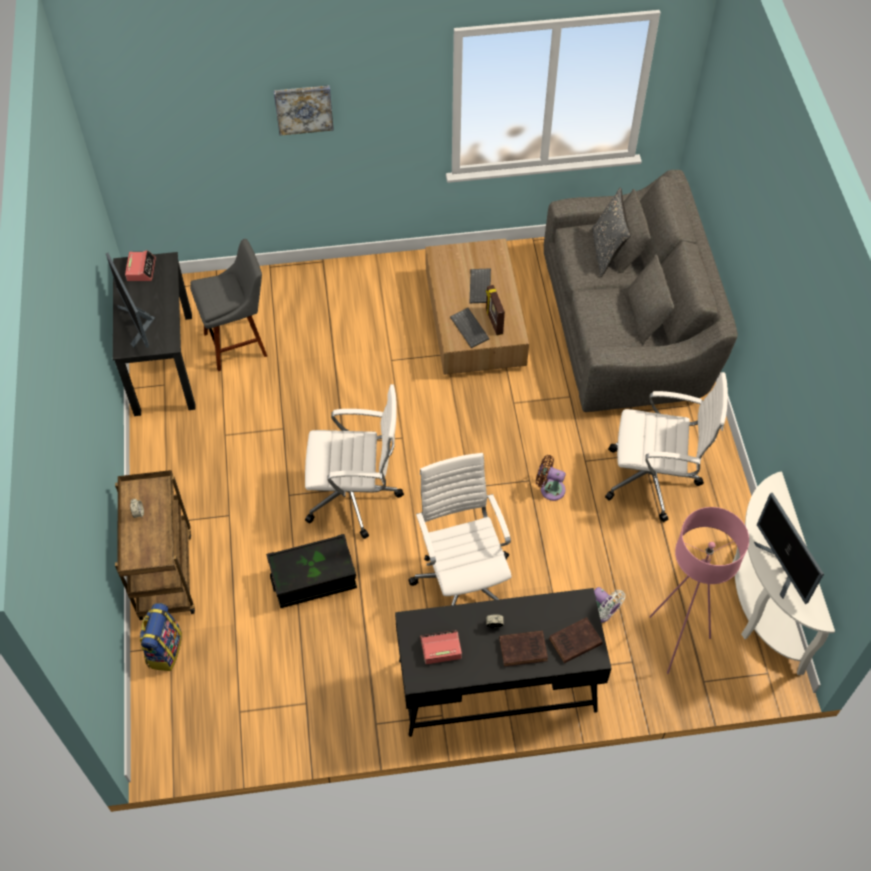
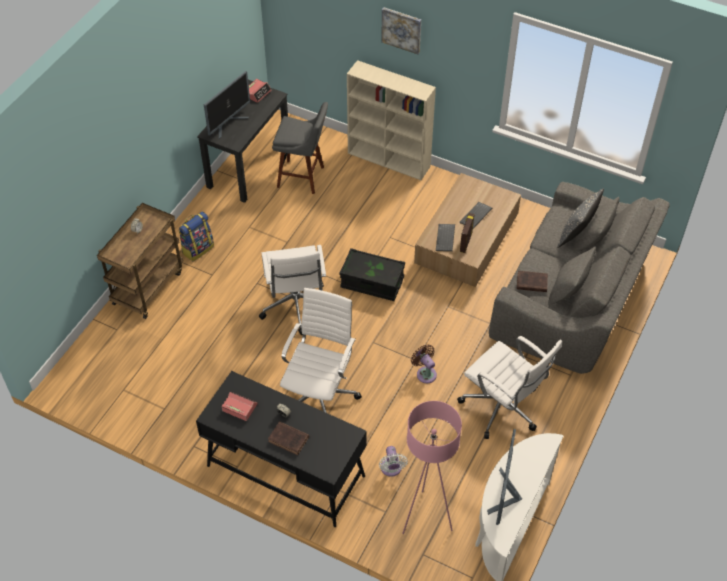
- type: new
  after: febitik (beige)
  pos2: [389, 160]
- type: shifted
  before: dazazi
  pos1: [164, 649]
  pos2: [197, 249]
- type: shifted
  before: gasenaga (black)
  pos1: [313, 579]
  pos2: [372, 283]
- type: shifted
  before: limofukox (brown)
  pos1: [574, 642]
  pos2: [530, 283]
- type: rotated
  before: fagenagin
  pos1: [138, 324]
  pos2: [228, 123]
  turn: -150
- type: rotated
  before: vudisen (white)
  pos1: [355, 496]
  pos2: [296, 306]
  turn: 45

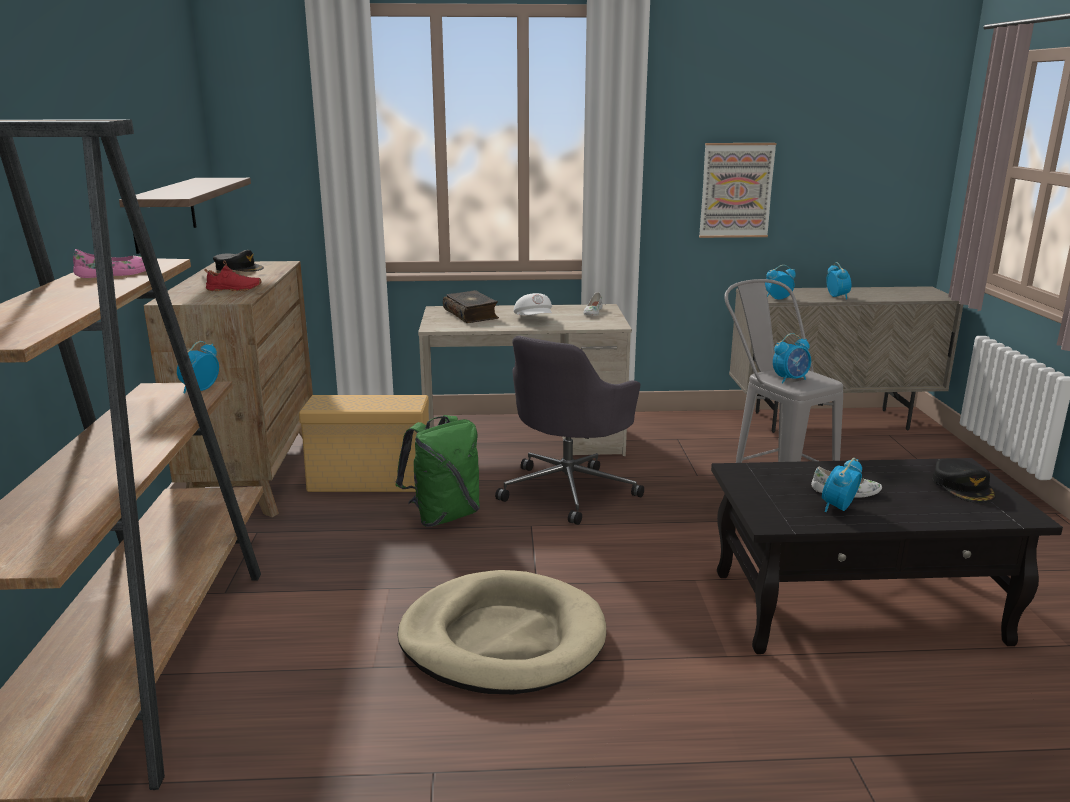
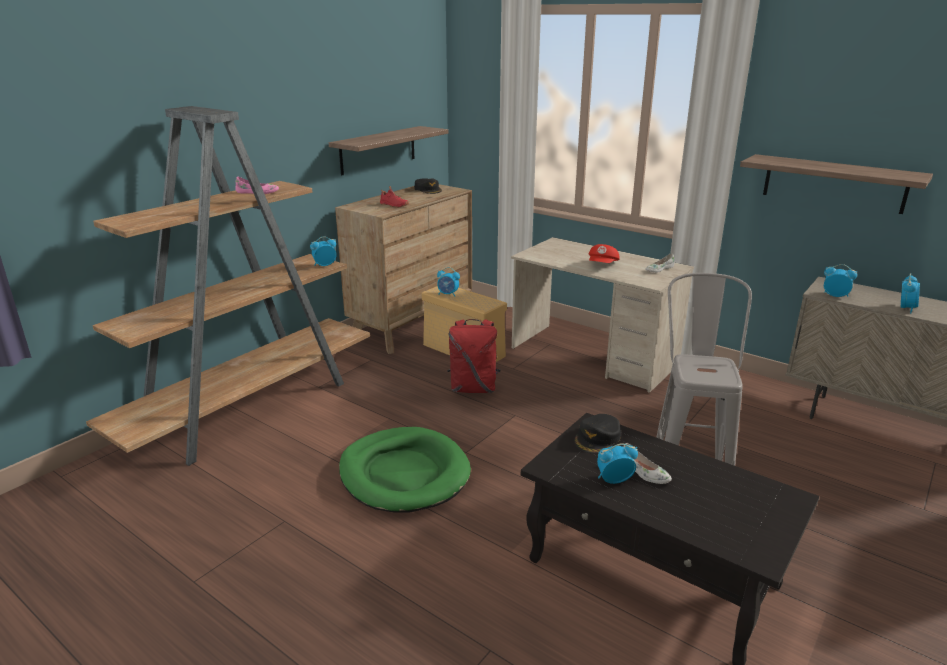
- type: gone
  before: limofukox
  pos1: [471, 314]
- type: gone
  before: vudisen (grey)
  pos1: [569, 490]
- type: shifted
  before: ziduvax
  pos1: [790, 379]
  pos2: [448, 294]
- type: shifted
  before: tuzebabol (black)
  pos1: [963, 487]
  pos2: [597, 438]
- type: swapped
  before: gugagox
  after: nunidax
  pos1: [736, 190]
  pos2: [833, 183]
- type: repainted
  before: dazazi (green)
  after: dazazi (red)
  pos1: [443, 516]
  pos2: [473, 388]
- type: repainted
  before: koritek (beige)
  after: koritek (green)
  pos1: [502, 638]
  pos2: [404, 474]
- type: repainted
  before: tuzebabol (white)
  after: tuzebabol (red)
  pos1: [534, 320]
  pos2: [603, 265]

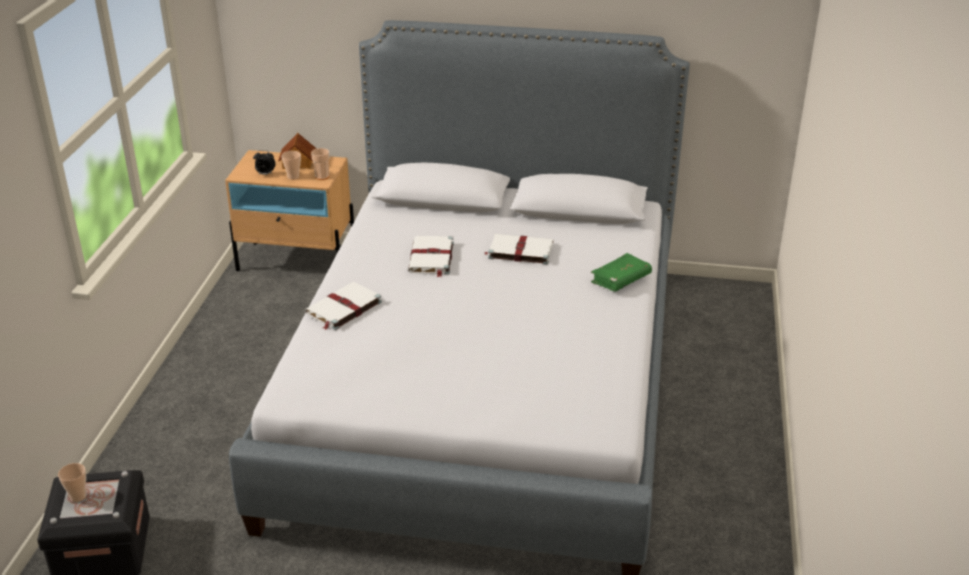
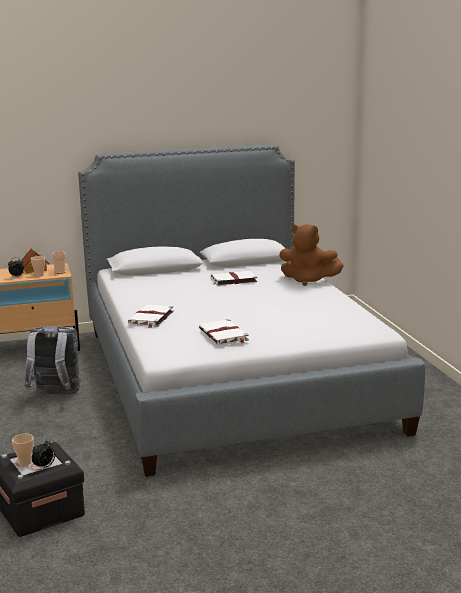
- type: new
  after: dazazi (grey)
  pos2: [56, 395]
- type: new
  after: ziduvax
  pos2: [44, 467]
- type: shifted
  before: limofukox (white)
  pos1: [431, 258]
  pos2: [224, 335]
- type: swapped
  before: limofukox (green)
  after: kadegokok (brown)
  pos1: [620, 280]
  pos2: [308, 280]

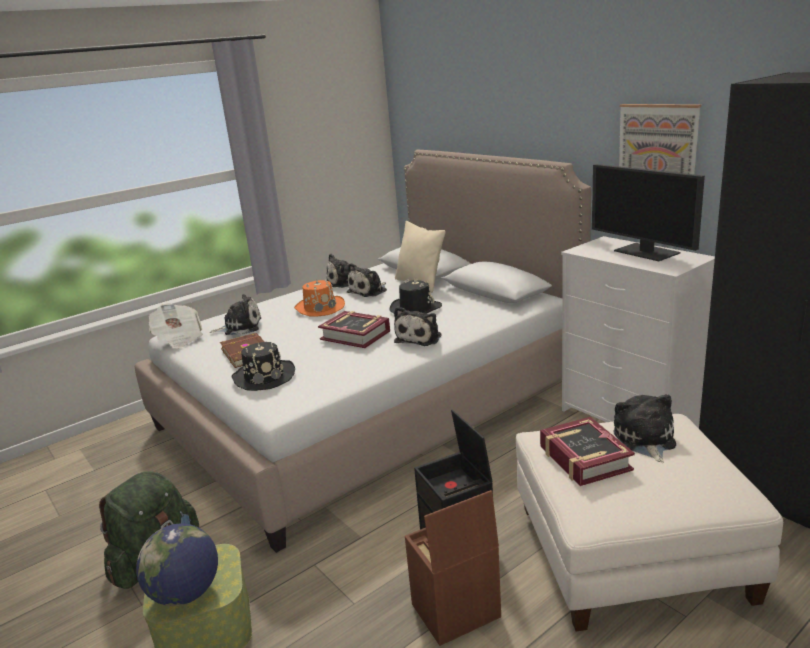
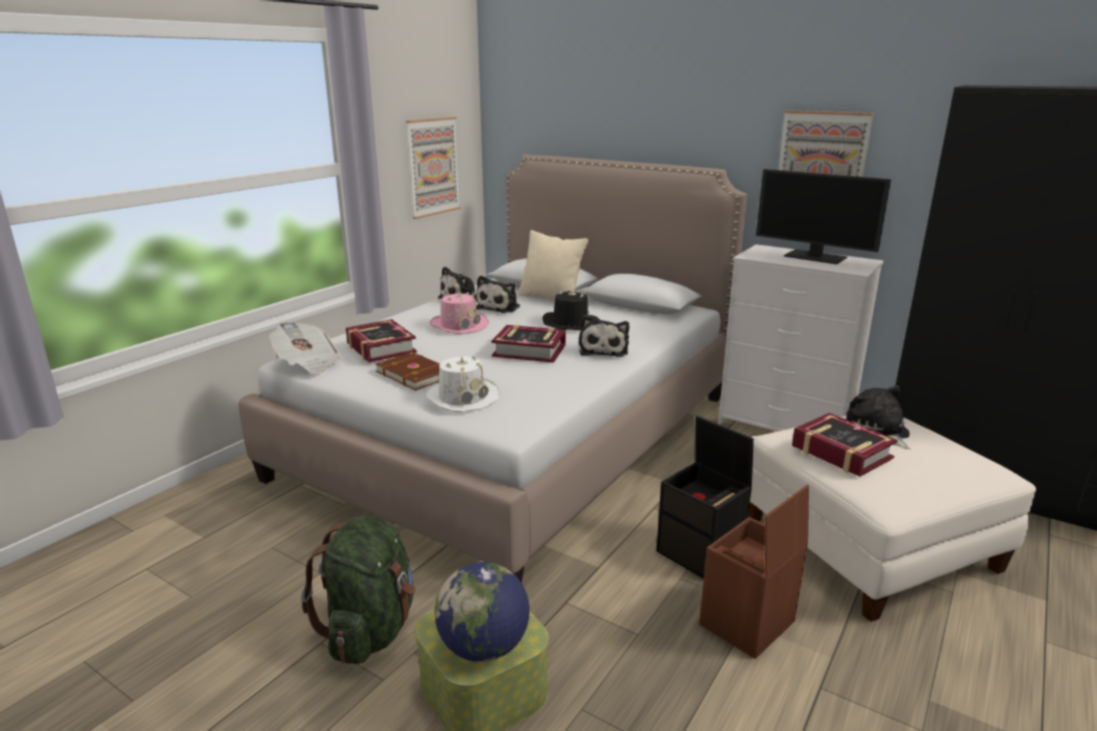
- type: new
  after: gugagox
  pos2: [433, 167]
- type: swapped
  before: kadegokok
  after: limofukox
  pos1: [240, 327]
  pos2: [380, 348]
- type: repainted
  before: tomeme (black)
  after: tomeme (white)
  pos1: [264, 376]
  pos2: [462, 397]
- type: repainted
  before: tomeme (orange)
  after: tomeme (pink)
  pos1: [320, 308]
  pos2: [459, 325]

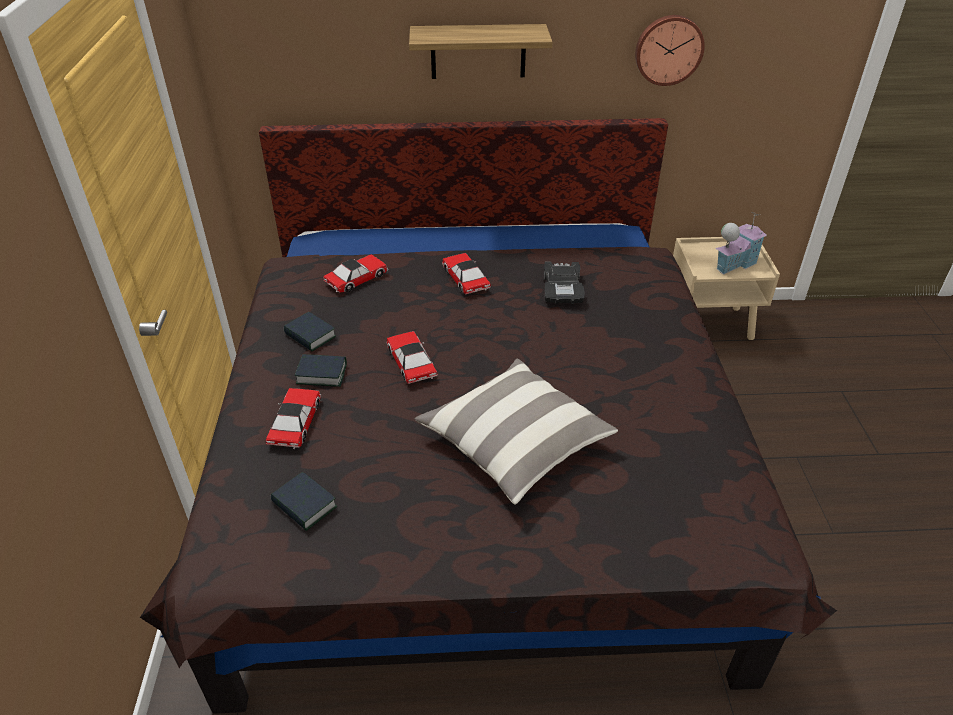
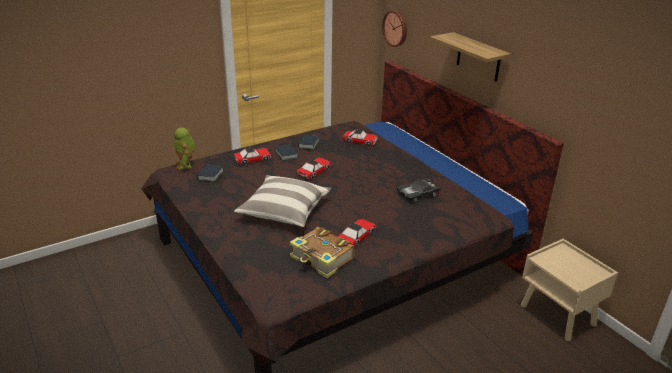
- type: gone
  before: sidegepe
  pos1: [734, 264]
- type: new
  after: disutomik
  pos2: [186, 165]
- type: new
  after: limofukox
  pos2: [322, 259]
- type: shifted
  before: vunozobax
  pos1: [465, 279]
  pos2: [356, 237]
- type: shifted
  before: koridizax
  pos1: [668, 49]
  pos2: [396, 28]

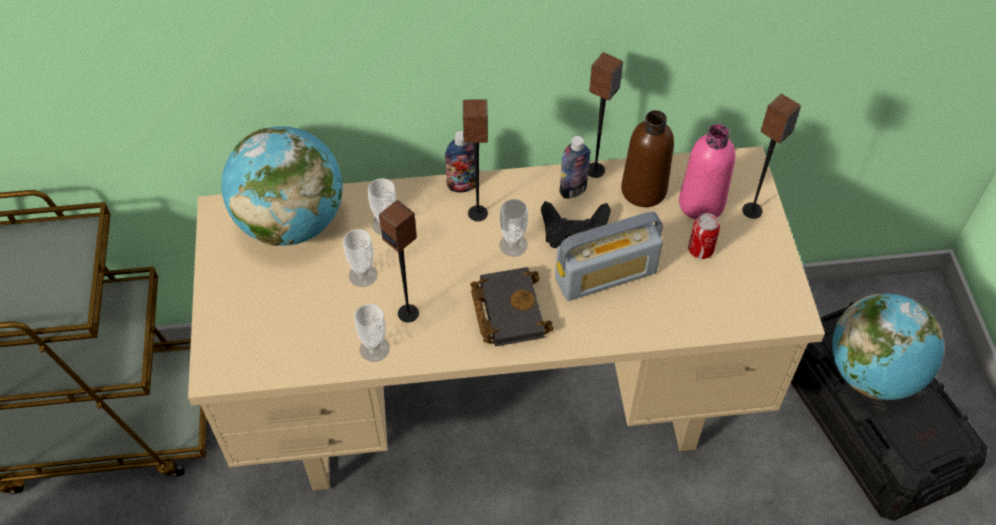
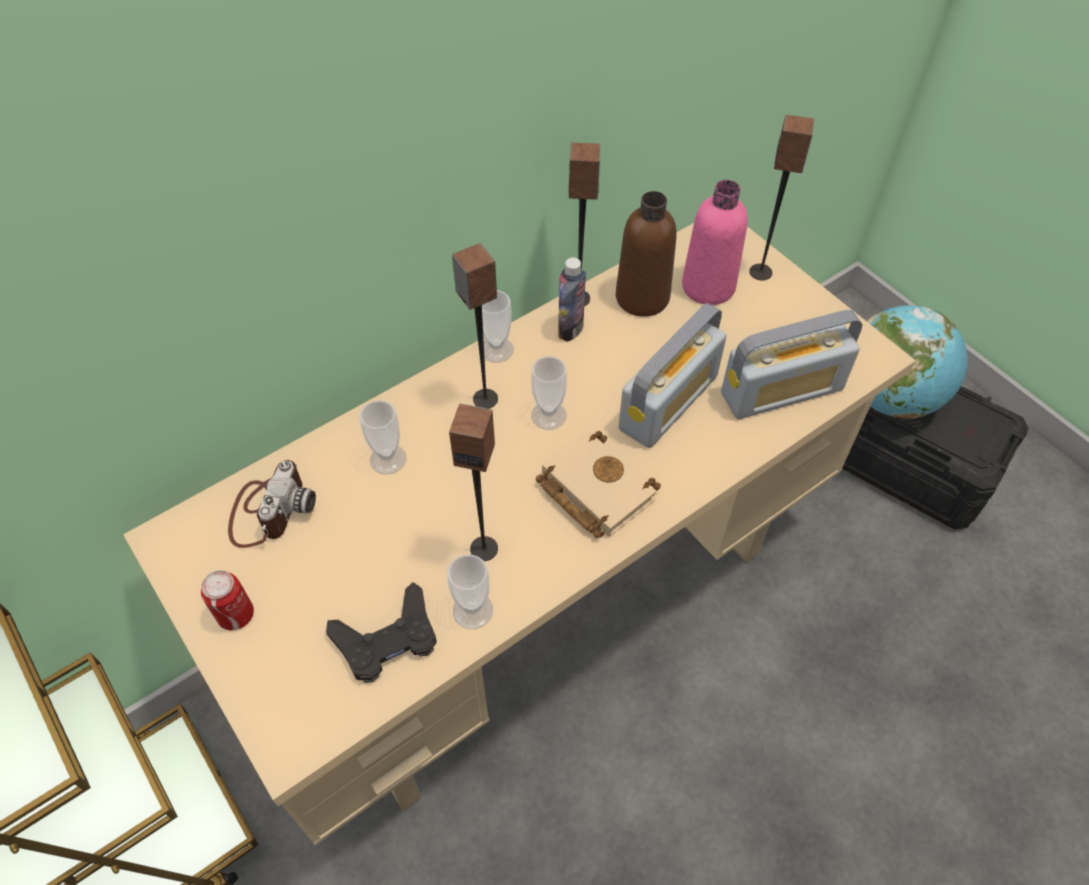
- type: gone
  before: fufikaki
  pos1: [462, 185]
- type: new
  after: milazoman
  pos2: [782, 391]
- type: shifted
  before: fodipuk
  pos1: [363, 275]
  pos2: [496, 350]
- type: shifted
  before: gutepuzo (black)
  pos1: [575, 230]
  pos2: [387, 640]
- type: shifted
  before: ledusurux
  pos1: [700, 250]
  pos2: [236, 615]
- type: swapped
  before: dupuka
  after: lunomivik
  pos1: [291, 222]
  pos2: [269, 510]
- type: repainted
  before: limofukox (black)
  after: limofukox (beige)
  pos1: [507, 309]
  pos2: [592, 489]

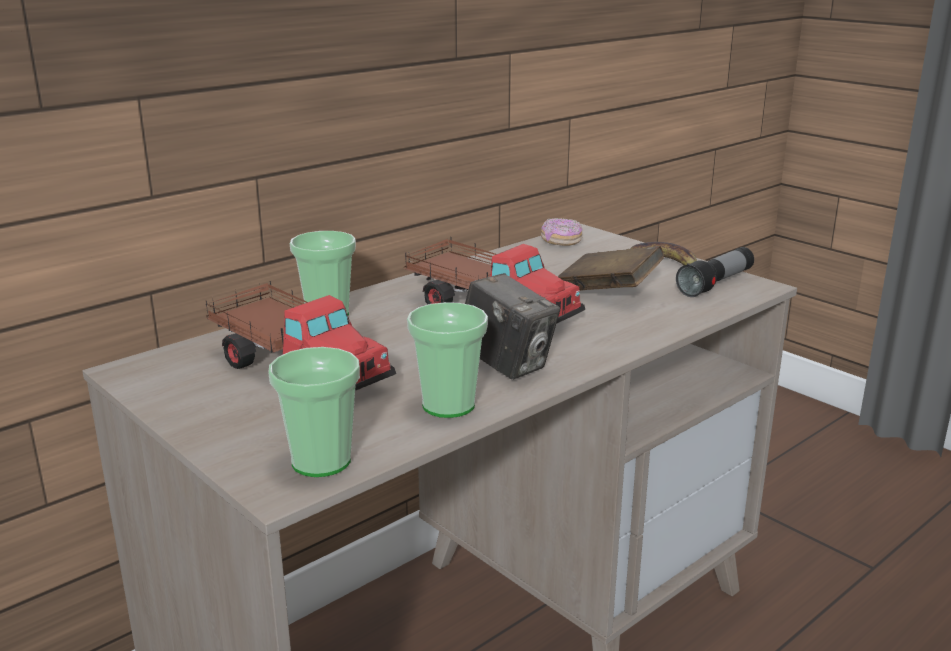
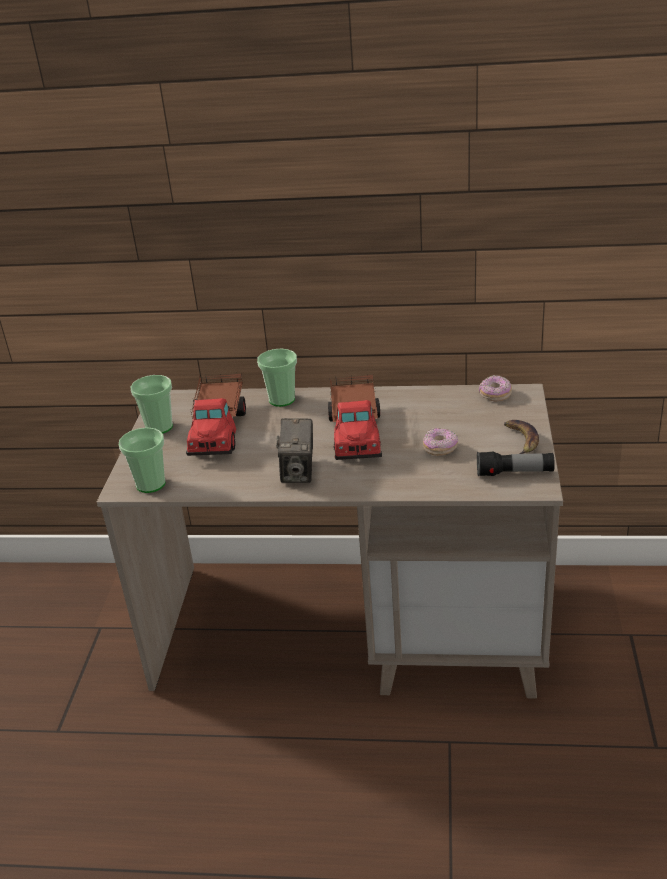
- type: shifted
  before: fodipuk
  pos1: [448, 405]
  pos2: [159, 427]
- type: swapped
  before: limofukox (brown)
  after: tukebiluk
  pos1: [608, 292]
  pos2: [440, 449]

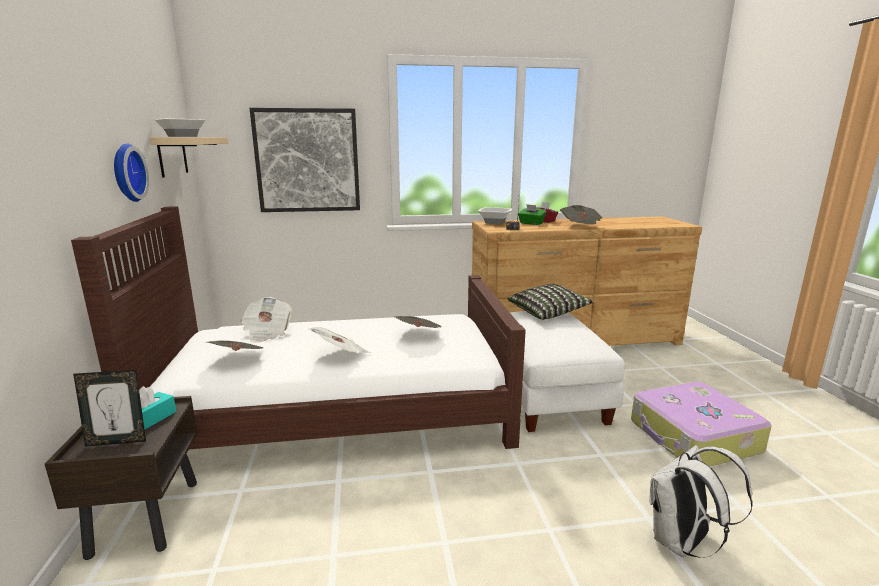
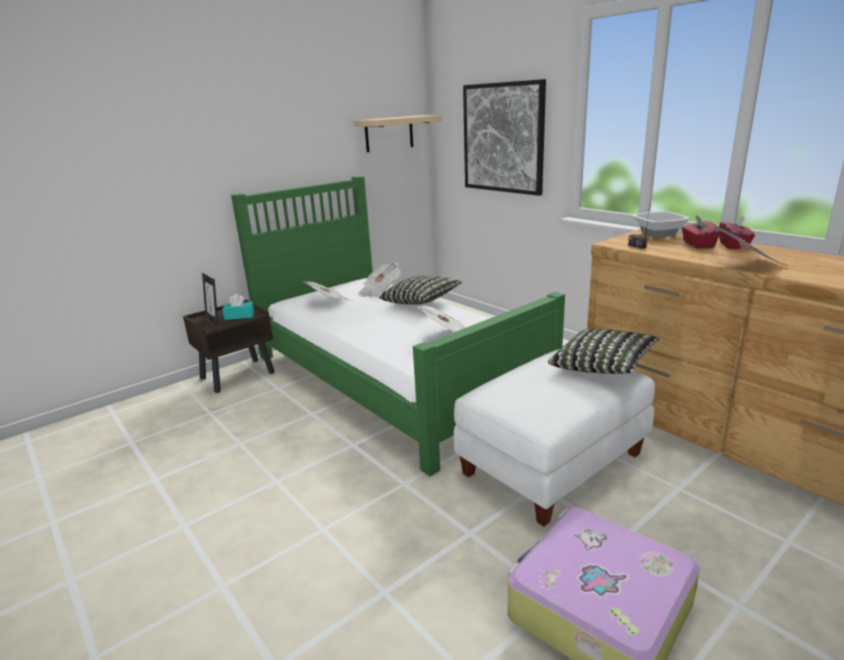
- type: gone
  before: koridizax
  pos1: [126, 173]
- type: gone
  before: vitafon
  pos1: [181, 136]
- type: gone
  before: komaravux
  pos1: [341, 355]
- type: gone
  before: dazazi (white)
  pos1: [682, 543]
- type: new
  after: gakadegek
  pos2: [421, 302]
- type: repainted
  before: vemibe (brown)
  after: vemibe (green)
  pos1: [336, 412]
  pos2: [392, 376]
- type: repainted
  before: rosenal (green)
  after: rosenal (red)
  pos1: [531, 223]
  pos2: [697, 244]

